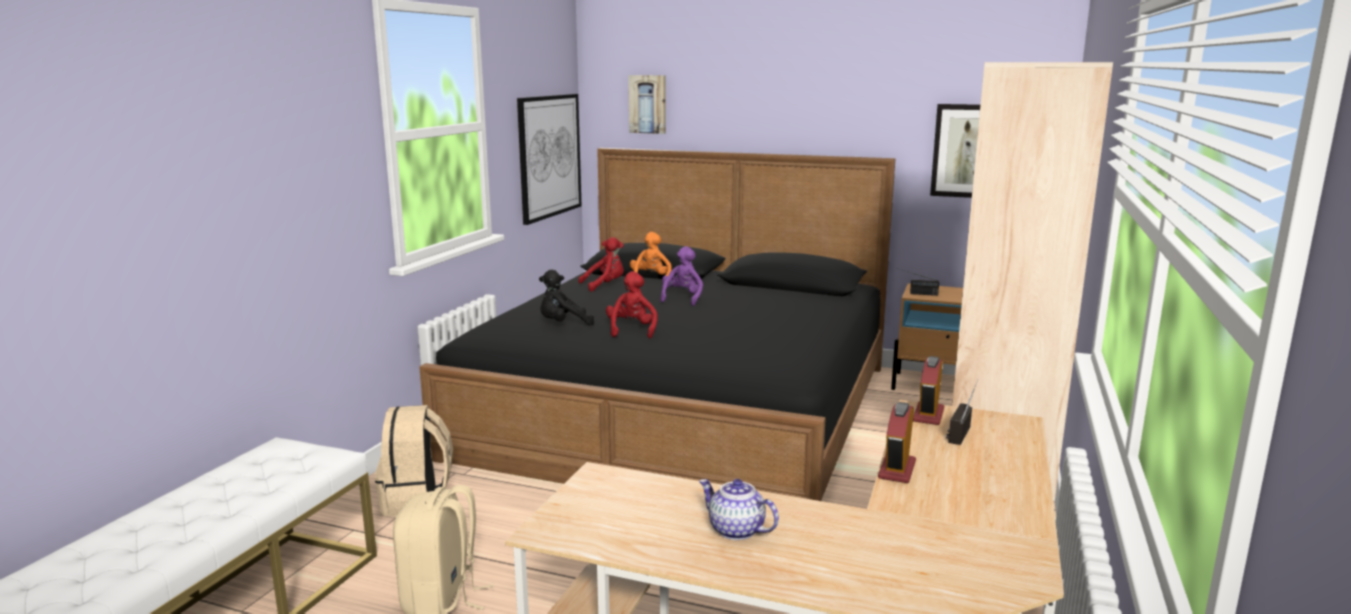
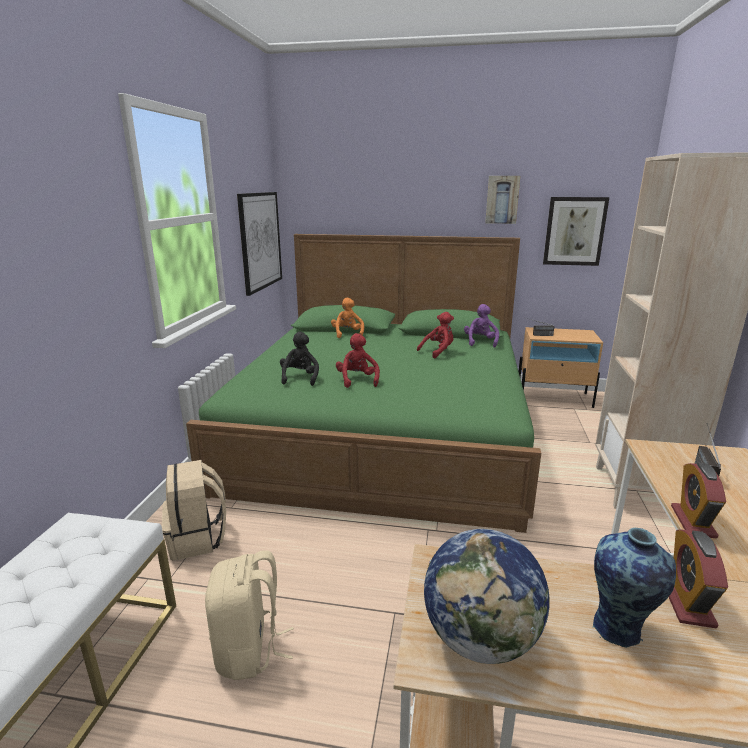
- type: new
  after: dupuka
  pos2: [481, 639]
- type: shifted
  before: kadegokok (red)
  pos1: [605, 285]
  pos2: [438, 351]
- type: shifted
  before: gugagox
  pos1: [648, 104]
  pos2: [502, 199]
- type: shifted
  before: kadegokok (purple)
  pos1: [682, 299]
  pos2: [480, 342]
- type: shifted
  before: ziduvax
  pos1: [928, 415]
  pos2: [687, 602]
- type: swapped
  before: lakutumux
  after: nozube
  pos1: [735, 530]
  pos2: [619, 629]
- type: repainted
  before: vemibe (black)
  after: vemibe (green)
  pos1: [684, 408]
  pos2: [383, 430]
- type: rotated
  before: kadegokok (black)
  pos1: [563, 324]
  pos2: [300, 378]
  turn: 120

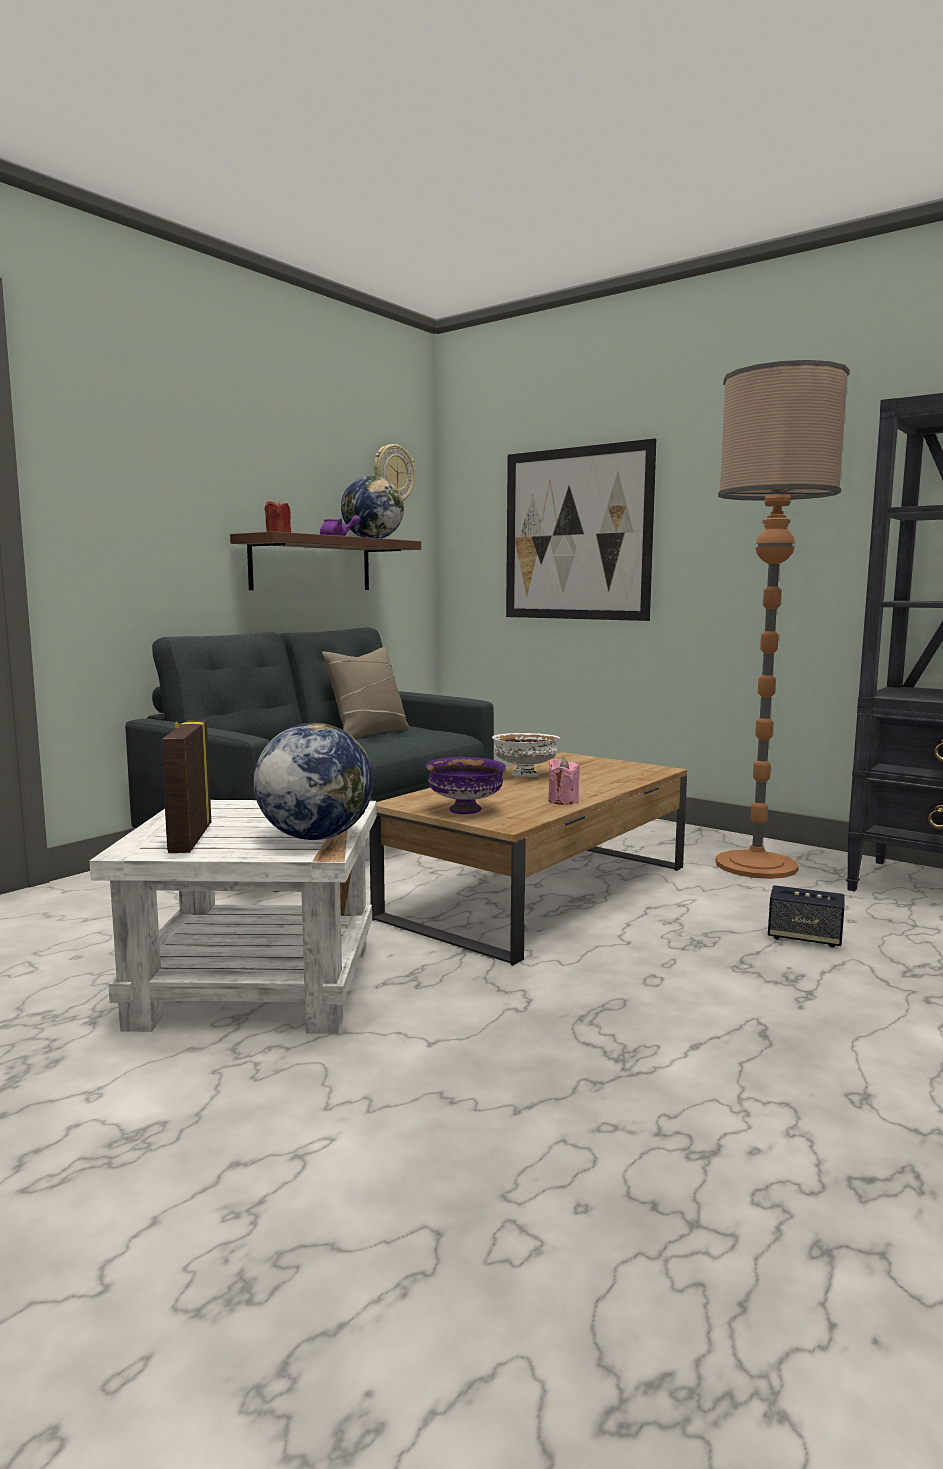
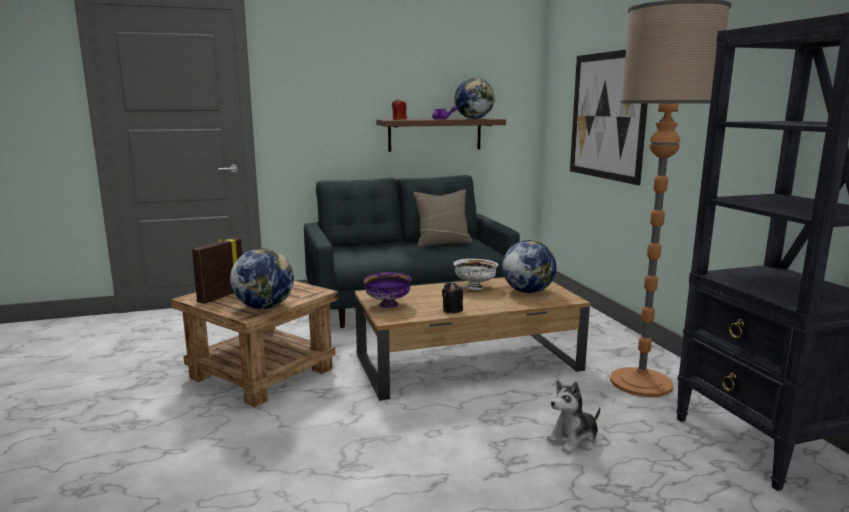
- type: gone
  before: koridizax
  pos1: [393, 474]
- type: new
  after: dupuka
  pos2: [527, 291]
- type: swapped
  before: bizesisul
  after: kadegokok
  pos1: [804, 938]
  pos2: [574, 440]
- type: repainted
  before: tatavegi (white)
  after: tatavegi (brown)
  pos1: [258, 986]
  pos2: [261, 374]
- type: repainted
  before: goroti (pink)
  after: goroti (black)
  pos1: [563, 801]
  pos2: [452, 310]

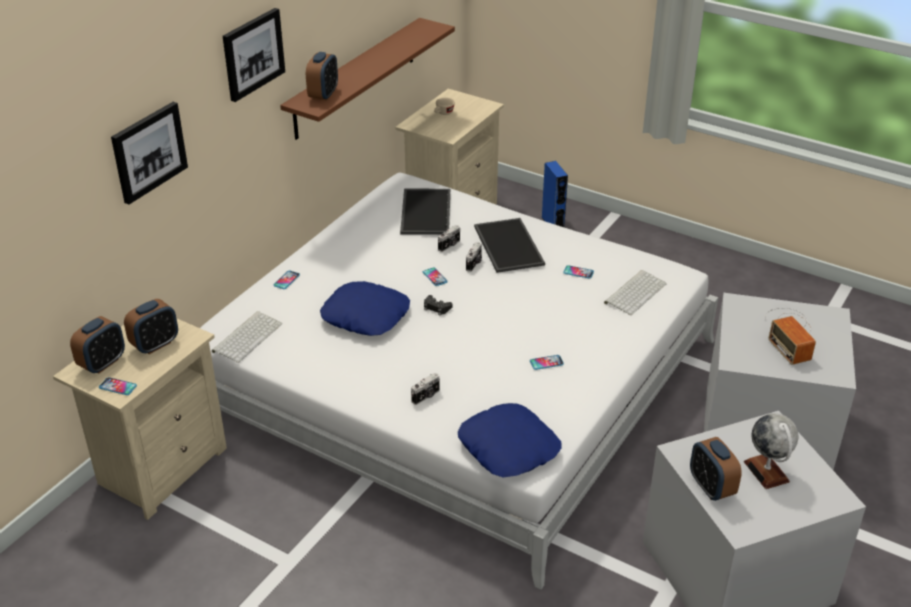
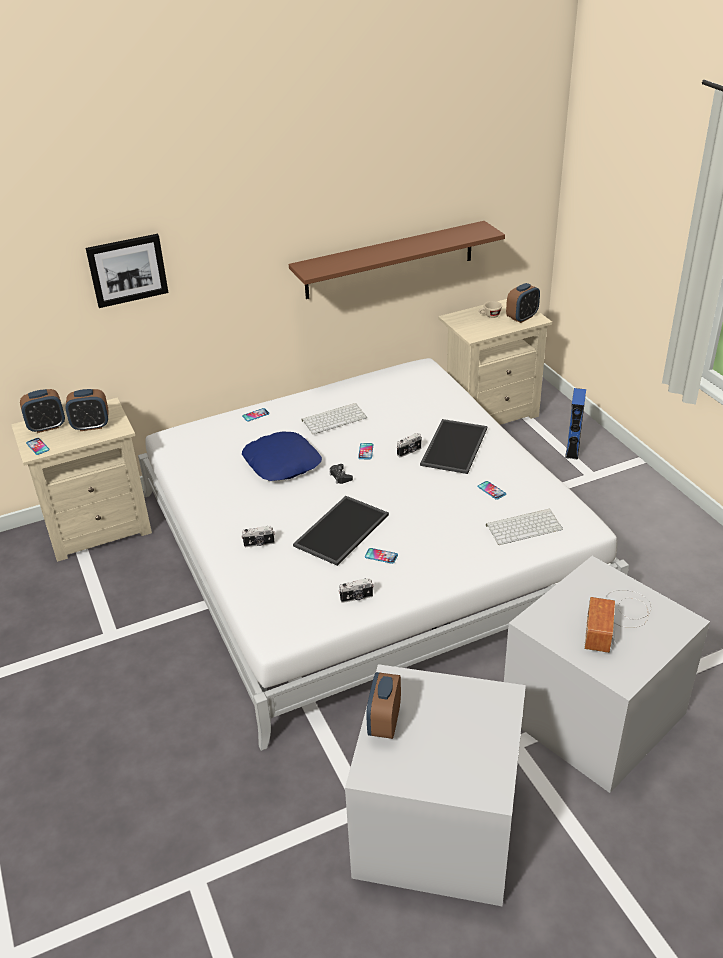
- type: gone
  before: gugagox
  pos1: [252, 53]
- type: gone
  before: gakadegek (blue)
  pos1: [509, 447]
- type: gone
  before: dupuka
  pos1: [766, 471]
- type: shifted
  before: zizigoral
  pos1: [247, 336]
  pos2: [334, 418]
- type: shifted
  before: ziduvax
  pos1: [323, 95]
  pos2: [522, 317]
- type: shifted
  before: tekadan
  pos1: [424, 211]
  pos2: [341, 529]
- type: shifted
  before: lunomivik
  pos1: [450, 245]
  pos2: [356, 598]

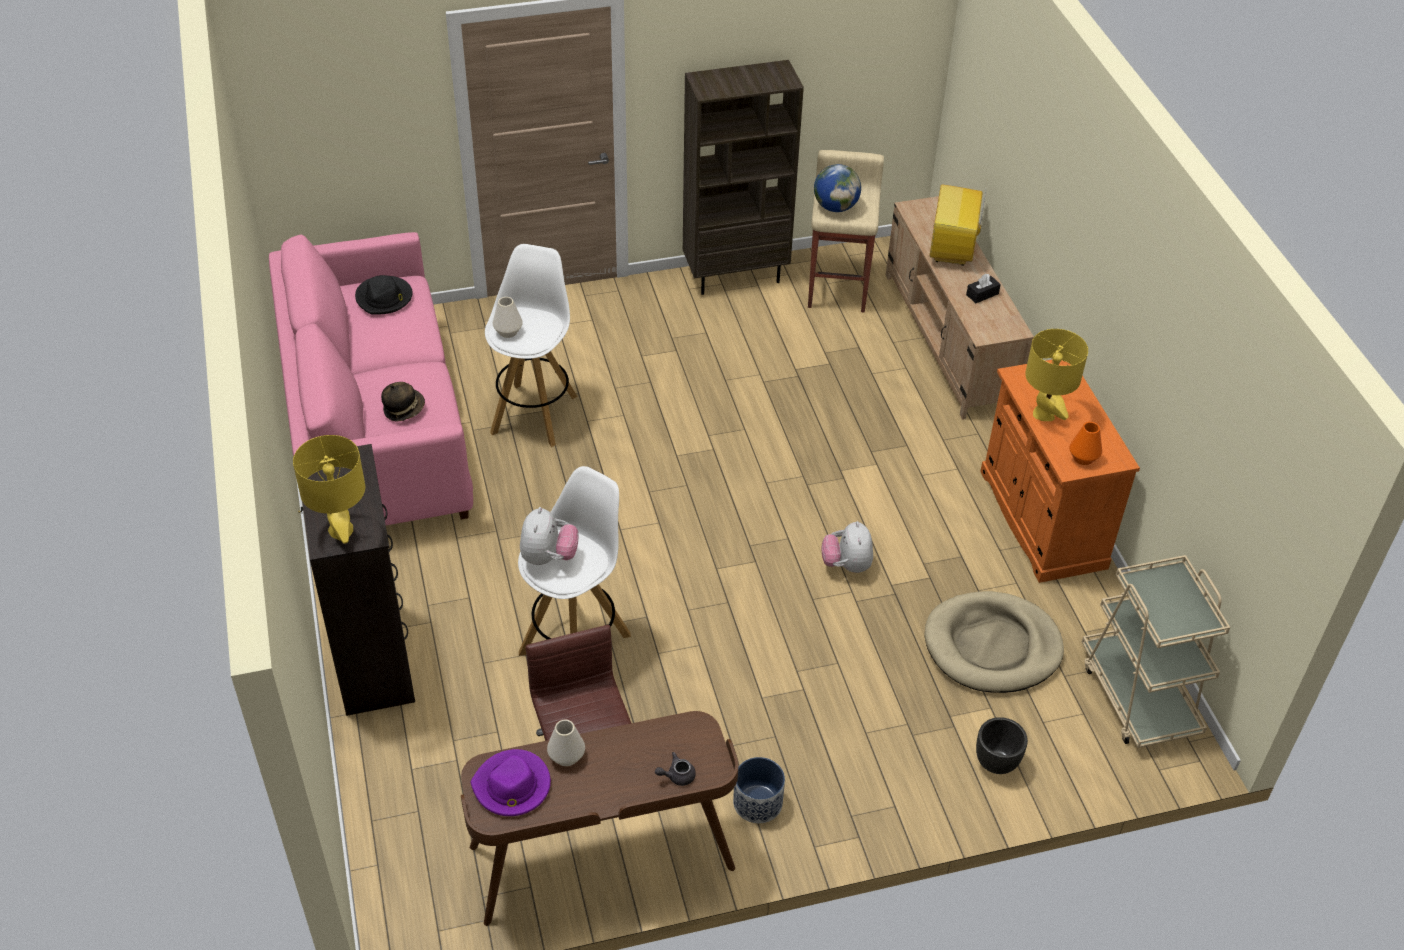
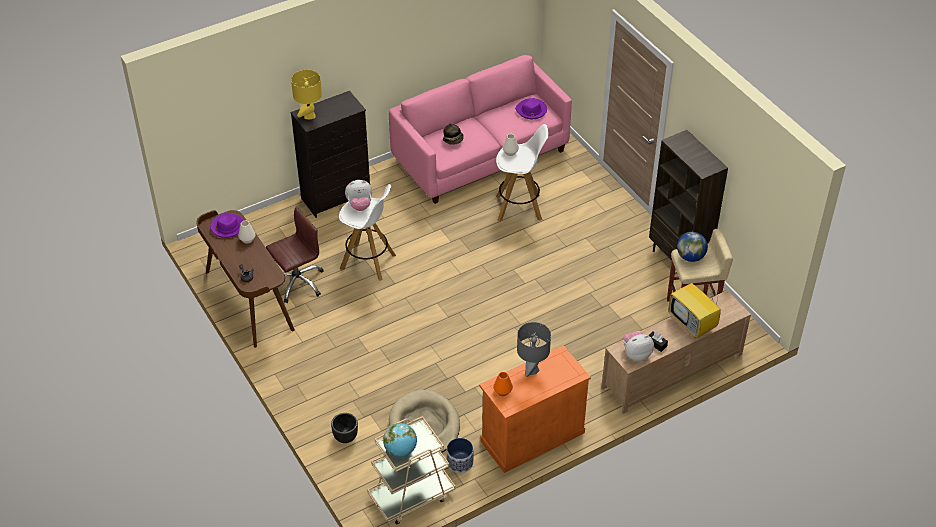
- type: new
  after: dupuka
  pos2: [400, 450]
- type: shifted
  before: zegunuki
  pos1: [757, 803]
  pos2: [459, 462]
- type: shifted
  before: kadegokok
  pos1: [846, 565]
  pos2: [636, 354]
- type: repainted
  before: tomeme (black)
  after: tomeme (purple)
  pos1: [384, 298]
  pos2: [531, 110]
- type: repainted
  before: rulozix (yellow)
  after: rulozix (grey)
  pos1: [1044, 414]
  pos2: [532, 370]
- type: rotated
  before: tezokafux
  pos1: [953, 250]
  pos2: [693, 324]
  turn: -120

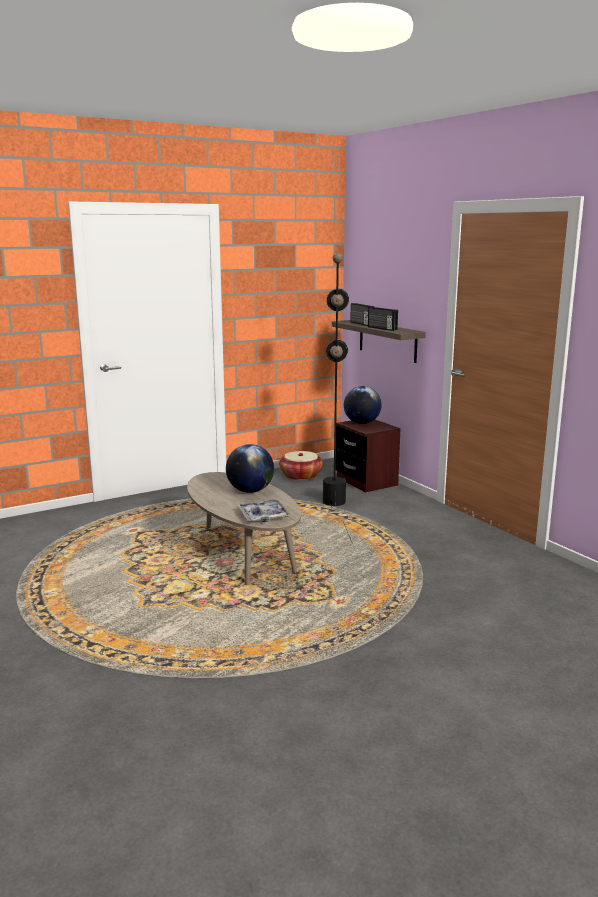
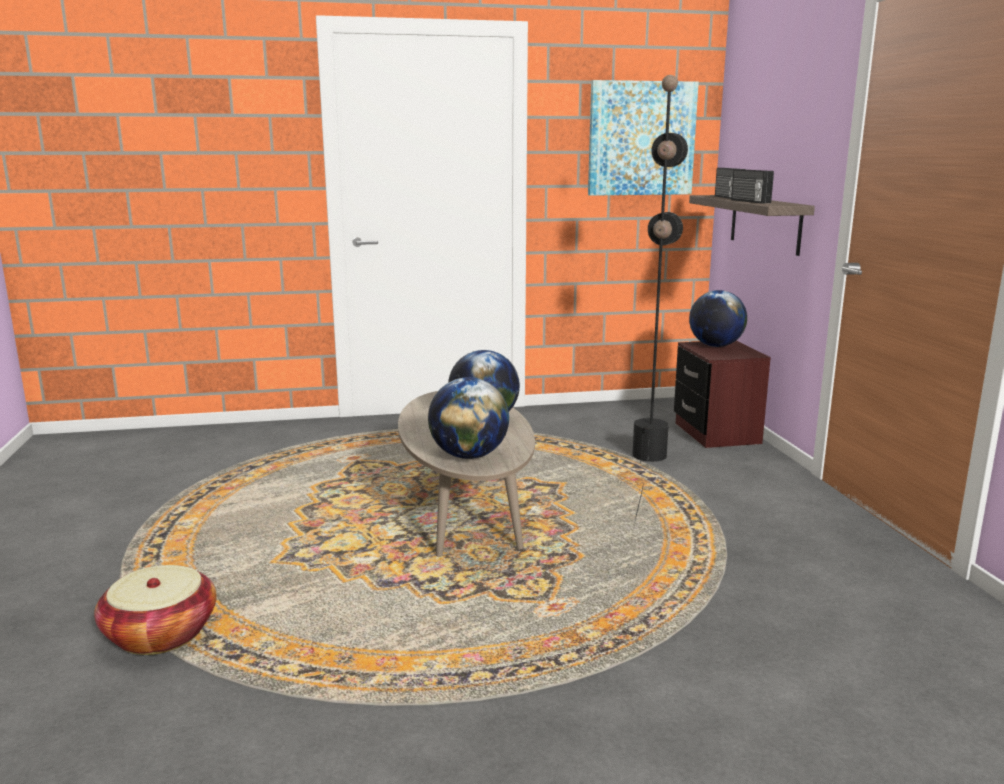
- type: new
  after: gugagox
  pos2: [641, 139]
- type: shifted
  before: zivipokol
  pos1: [301, 476]
  pos2: [161, 634]
- type: swapped
  before: tekadan
  after: dupuka
  pos1: [263, 516]
  pos2: [469, 456]

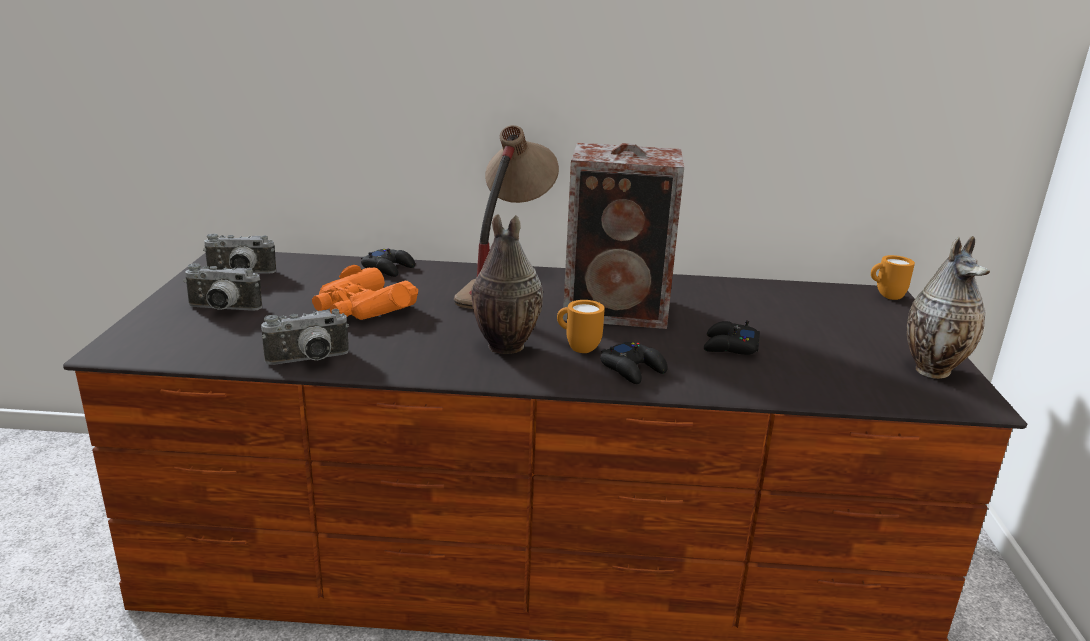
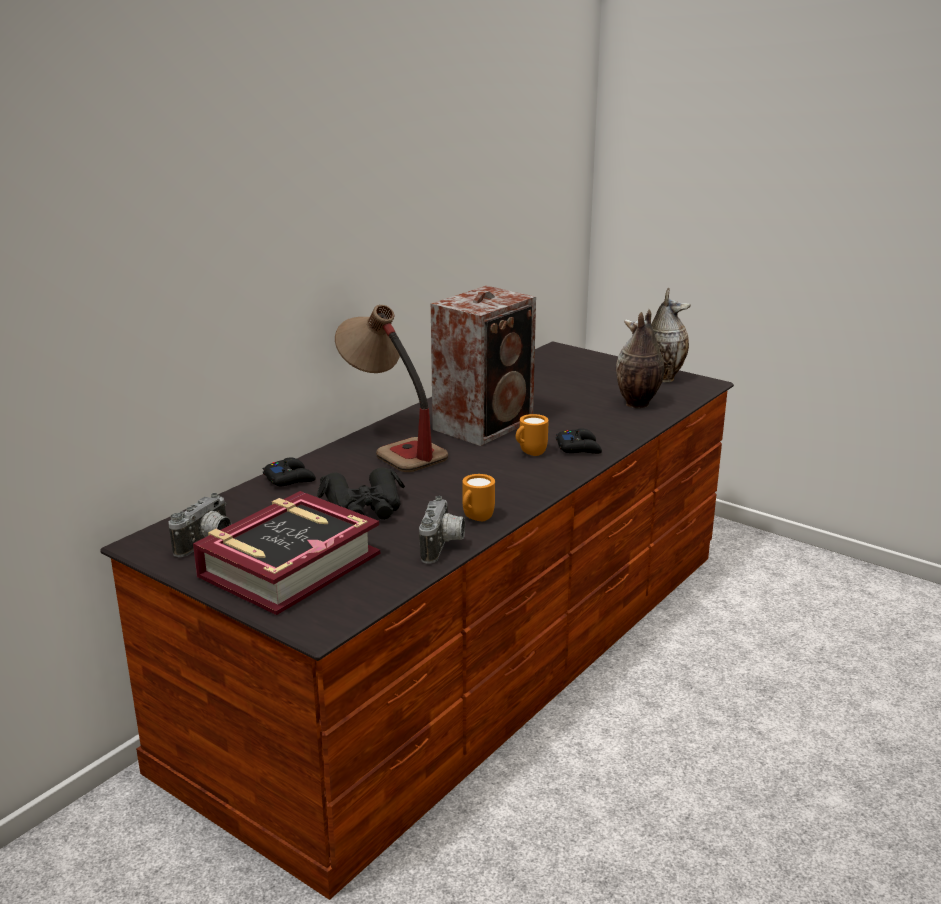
- type: gone
  before: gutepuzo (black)
  pos1: [730, 346]
- type: shifted
  before: nozube
  pos1: [503, 347]
  pos2: [637, 404]
- type: shifted
  before: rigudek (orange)
  pos1: [885, 296]
  pos2: [475, 519]
- type: swapped
  before: lunomivik
  after: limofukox
  pos1: [222, 310]
  pos2: [289, 565]
- type: repainted
  before: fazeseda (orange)
  after: fazeseda (black)
  pos1: [362, 308]
  pos2: [364, 507]

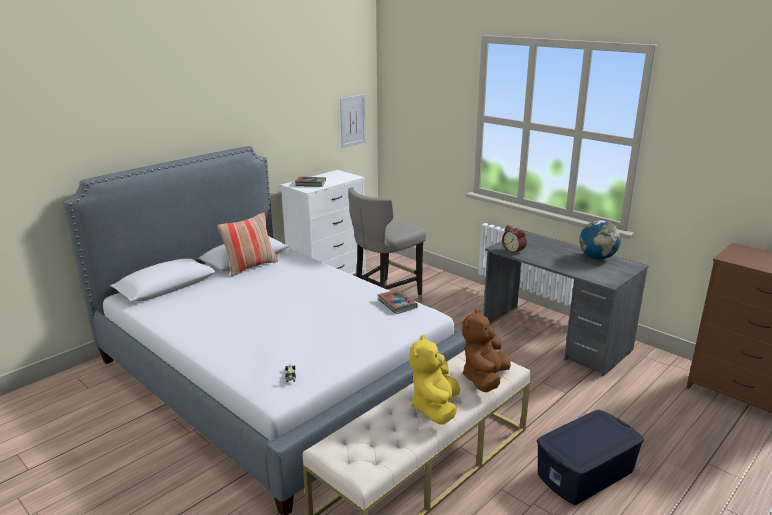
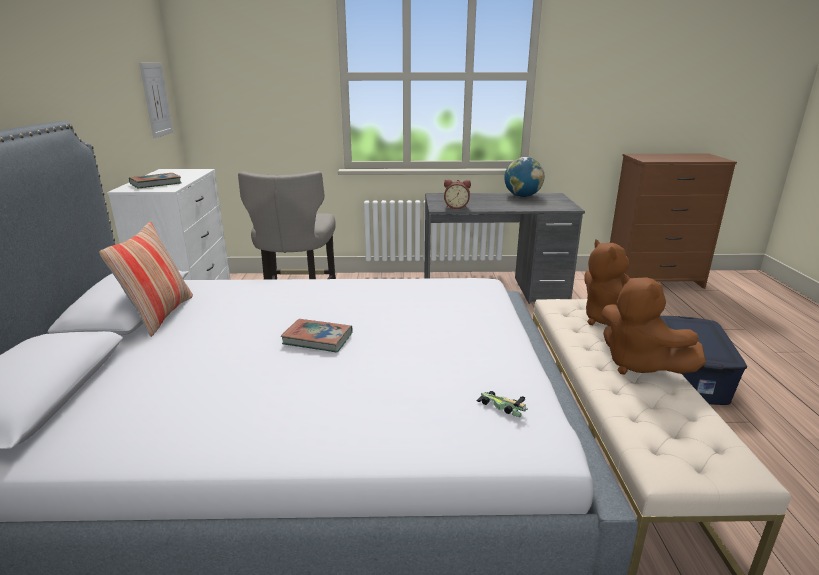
- type: shifted
  before: limofukox
  pos1: [397, 304]
  pos2: [317, 339]
- type: repainted
  before: kadegokok (yellow)
  after: kadegokok (brown)
  pos1: [435, 408]
  pos2: [638, 364]

